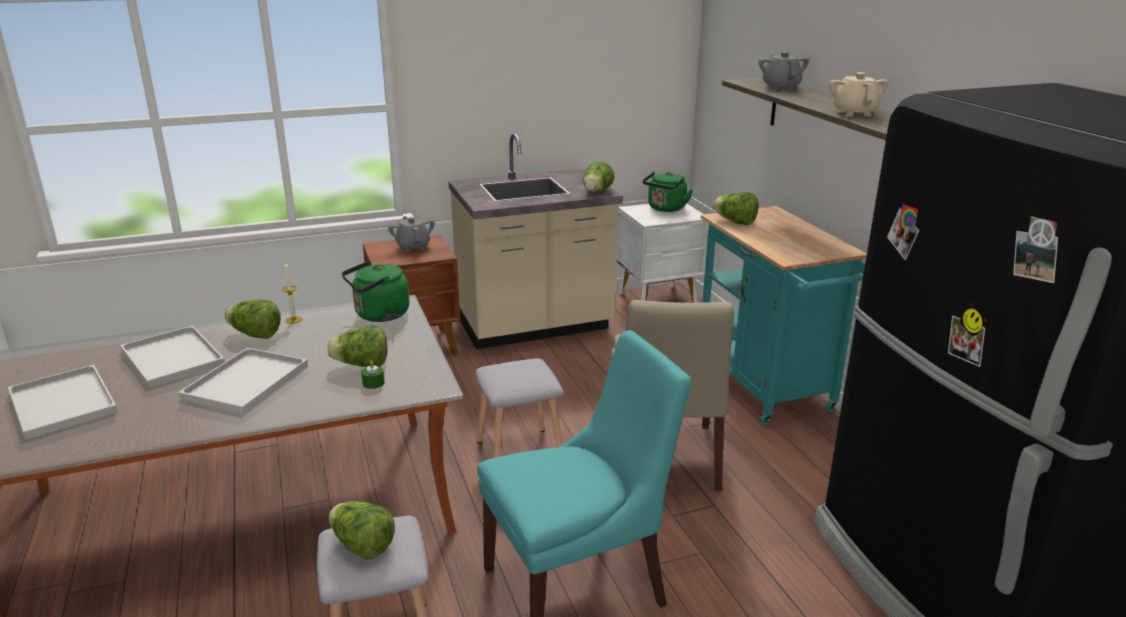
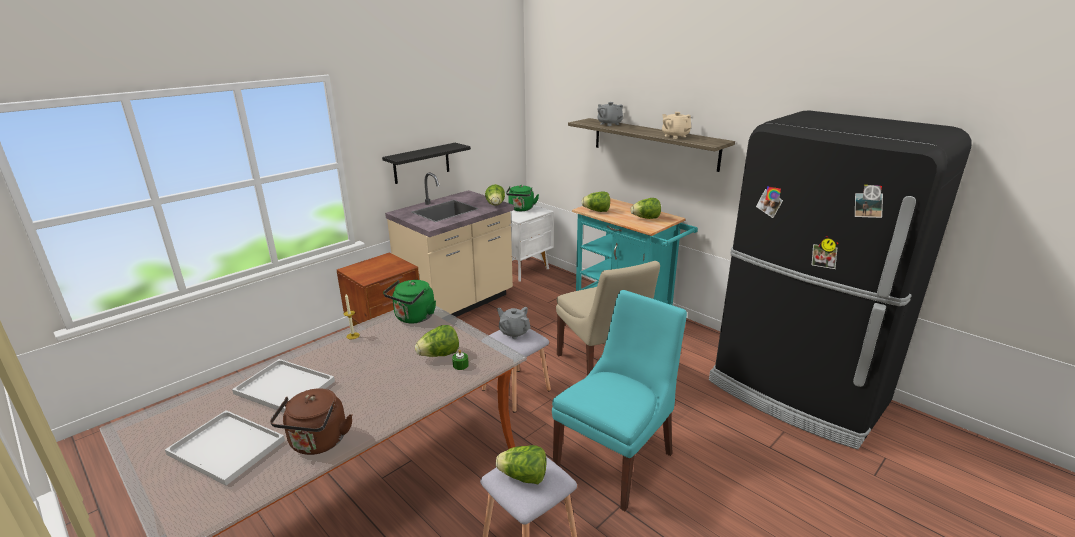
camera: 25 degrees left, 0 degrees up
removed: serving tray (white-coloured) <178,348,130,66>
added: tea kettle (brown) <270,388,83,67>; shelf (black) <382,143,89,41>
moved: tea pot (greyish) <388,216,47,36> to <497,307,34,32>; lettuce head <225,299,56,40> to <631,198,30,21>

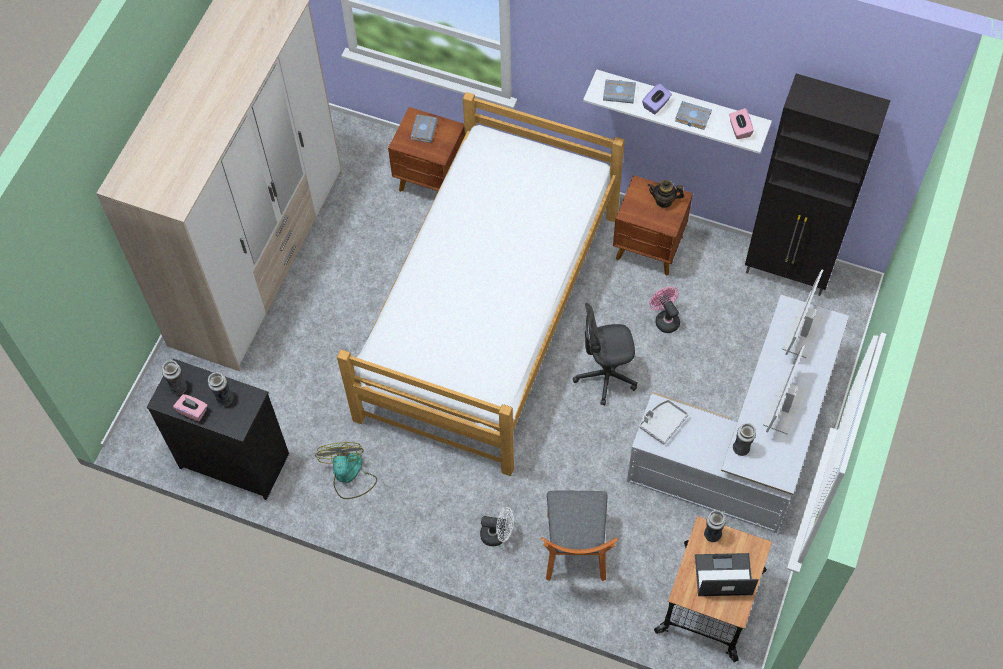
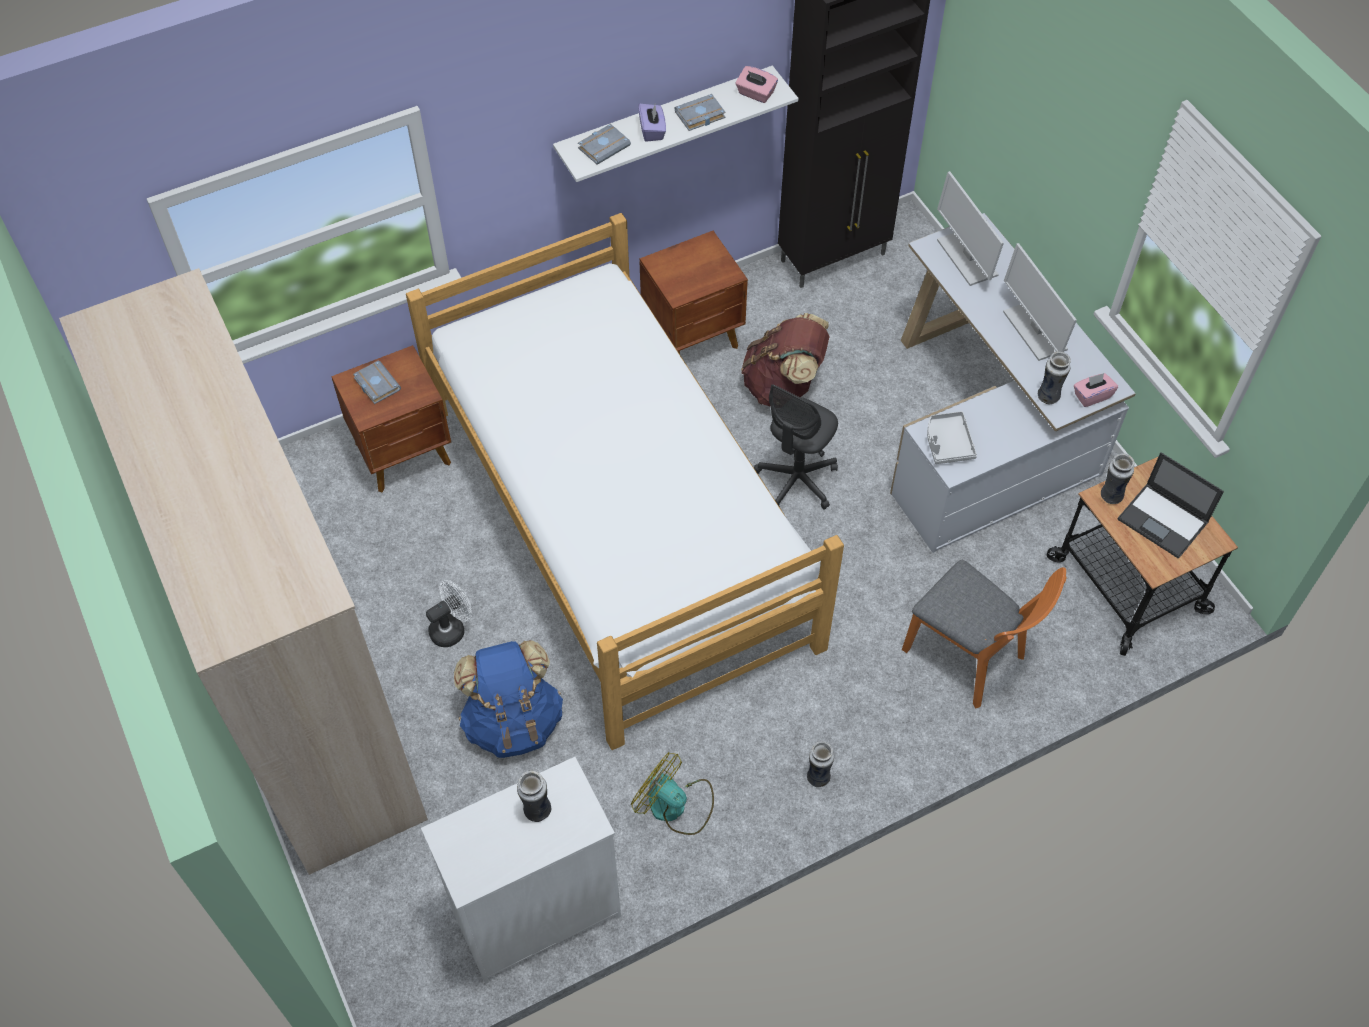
camera: 50 degrees left, 5 degrees down
removed: tea pot <648,180,36,28>
added: rucksack (blue-coloured) <454,640,109,118>
moved: fan (white-coloured) <480,507,34,39> to <426,580,46,67>; flower vase <162,360,25,35> to <807,741,27,46>; tissue holder (pink-coloured) <173,394,35,27> to <1074,373,44,34>
replaced: fan (pink-coloured) <649,287,31,46> to rucksack (brown) <741,313,89,94>
recoloured: drawer chest (black) <147,359,142,141> to drawer chest (white-coloured) <421,757,200,227>
turned: portable computer <695,553,64,43> = <1118,452,106,107> 90 degrees counterclockwise

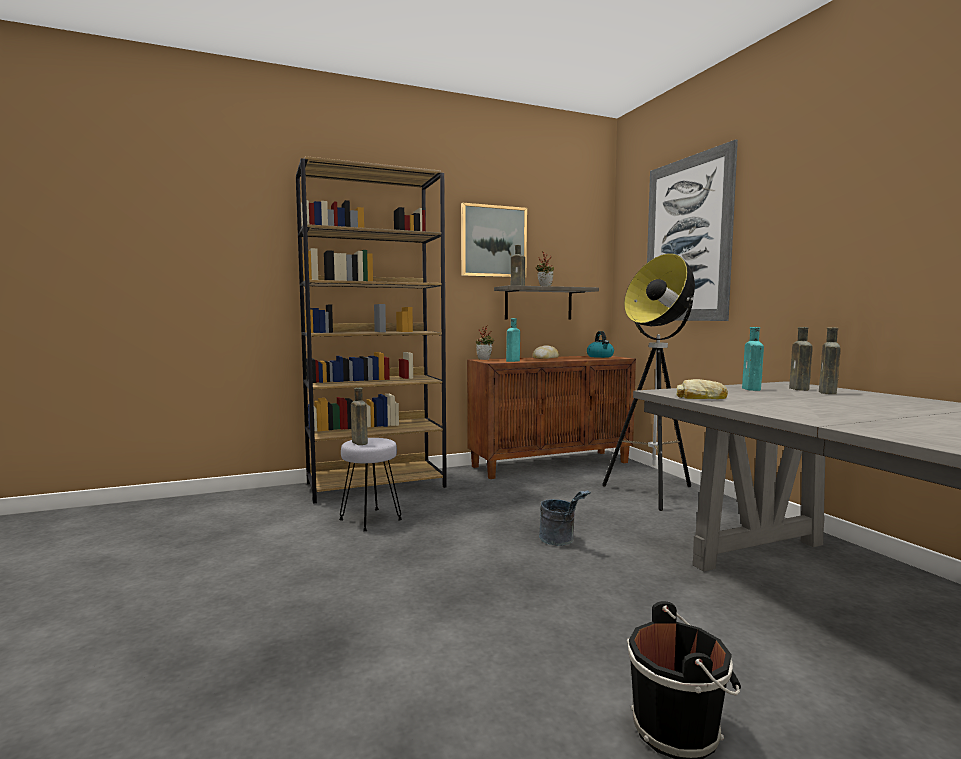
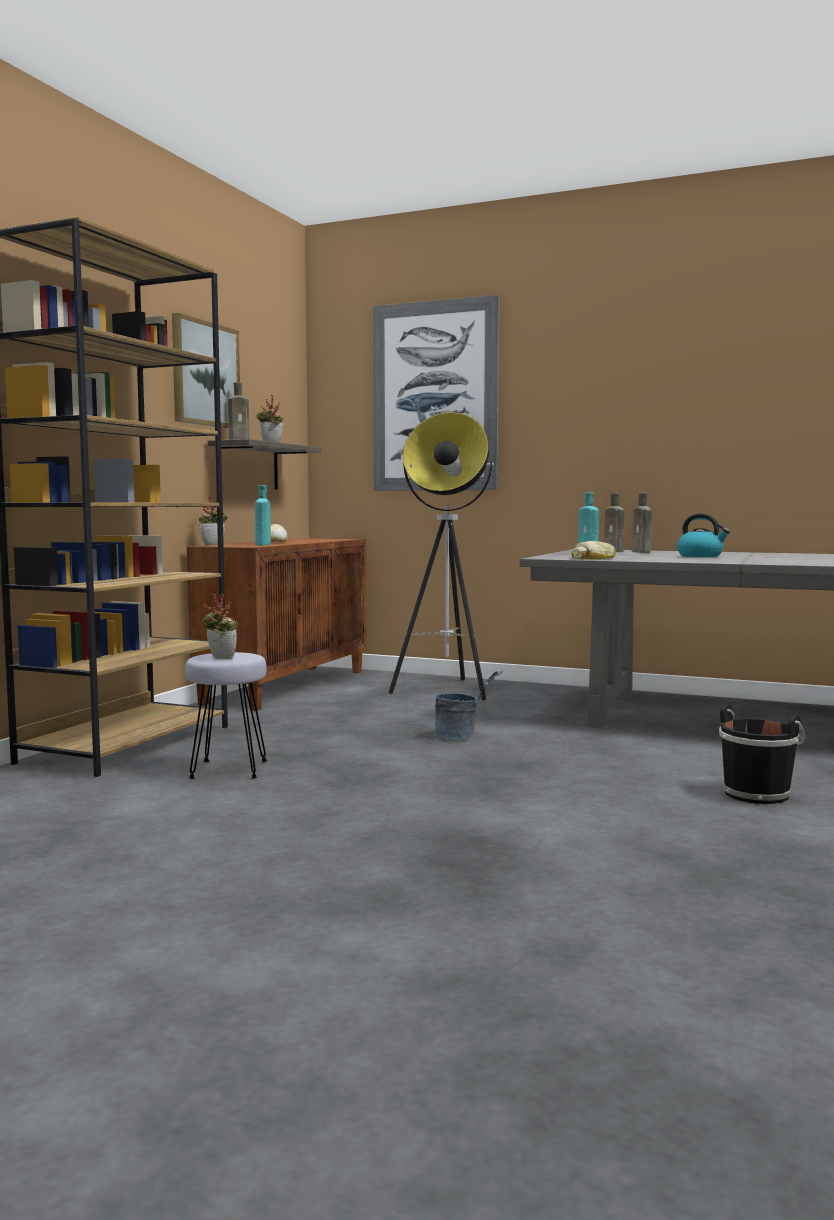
camera: 45 degrees left, 0 degrees up
moved: tea kettle <587,331,27,27> to <677,513,53,44>
replaced: drink bottle (brown) <351,388,17,57> to plant in a pot <202,593,36,66>

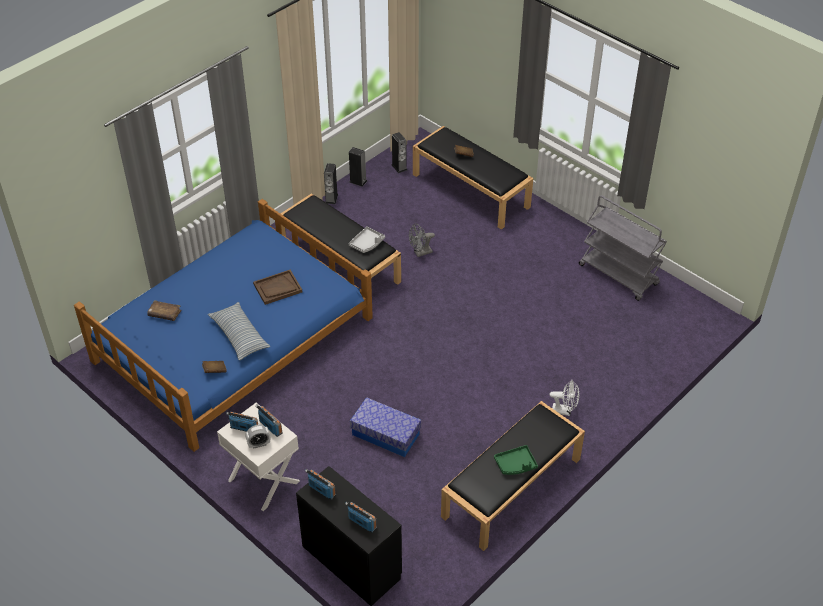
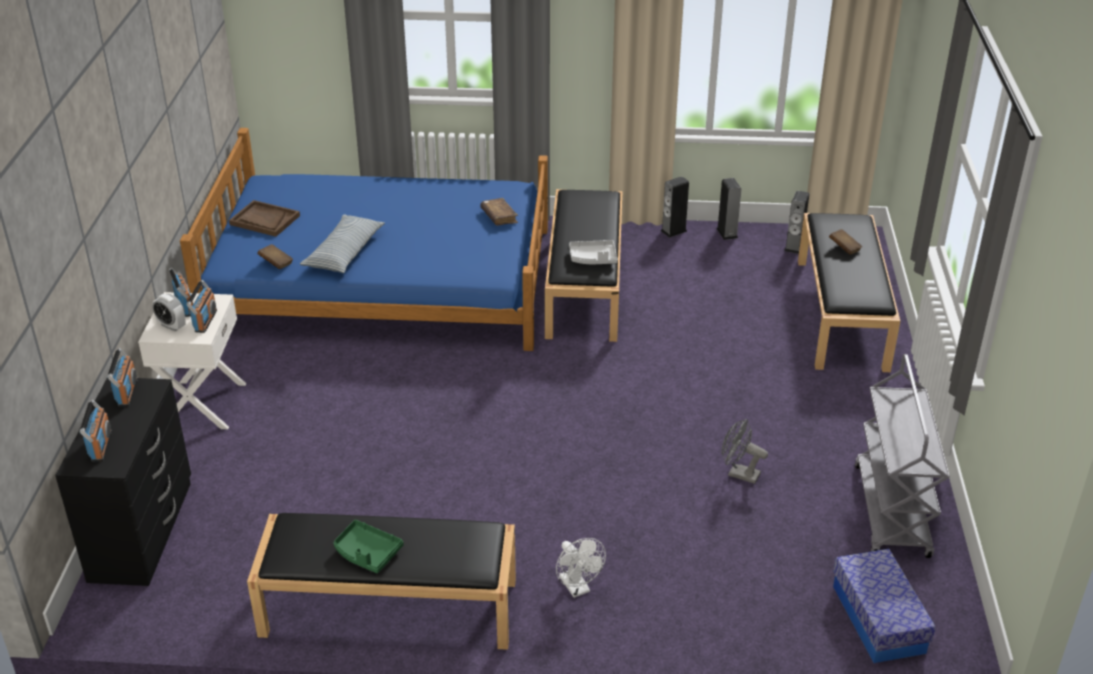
camera: 50 degrees right, 10 degrees down
moved: serving tray (brown) <253,270,49,35> to <229,200,71,37>; book (brown) <147,300,34,21> to <480,198,38,28>; fan (greyish) <409,223,26,34> to <721,419,47,65>; storage container <350,397,71,60> to <833,549,103,114>

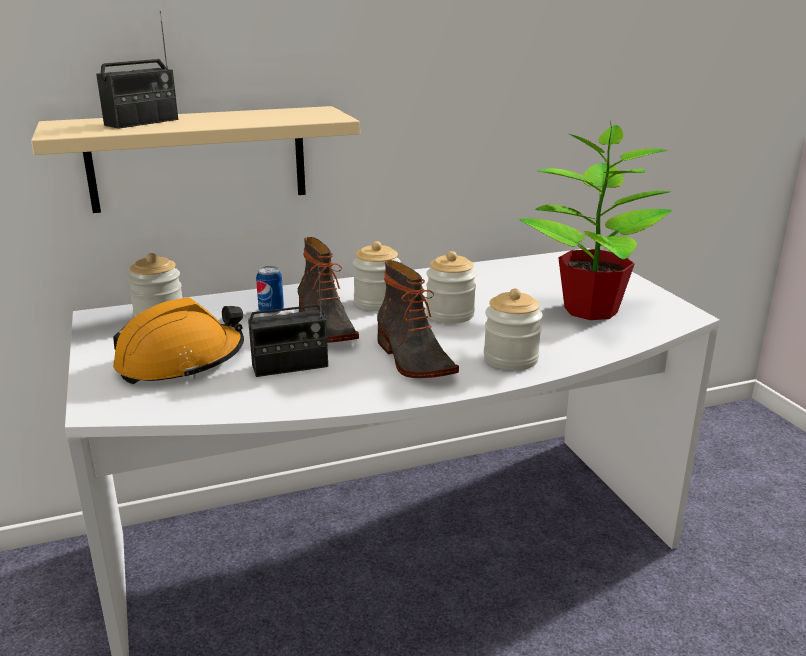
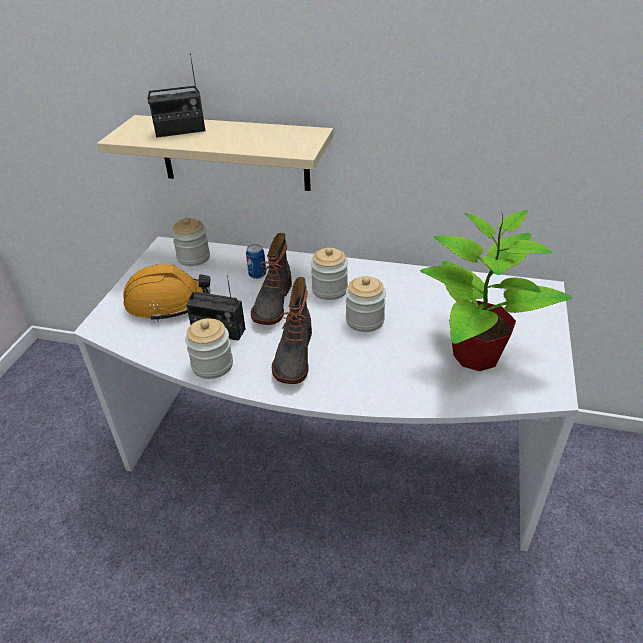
camera: 35 degrees right, 15 degrees up
moved: storage jar <484,288,59,83> to <185,318,48,61>

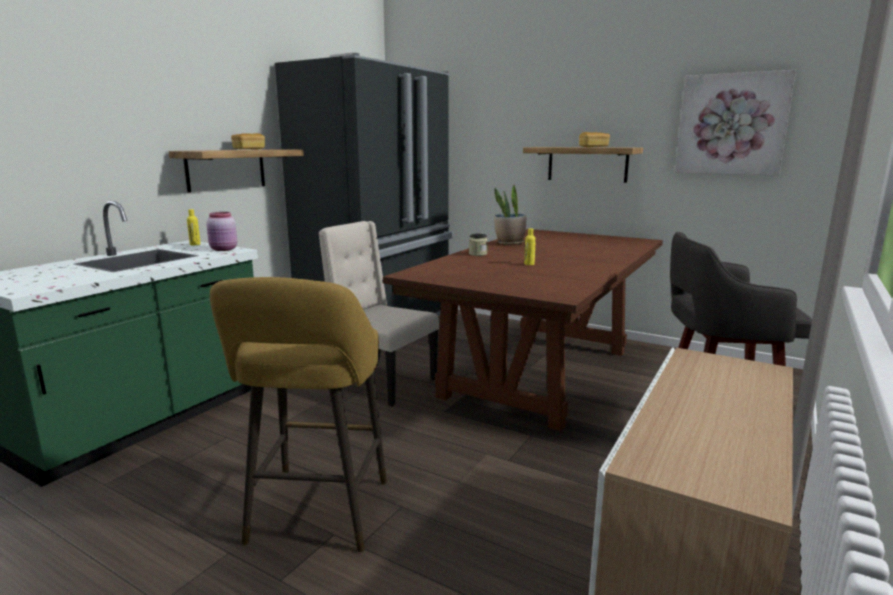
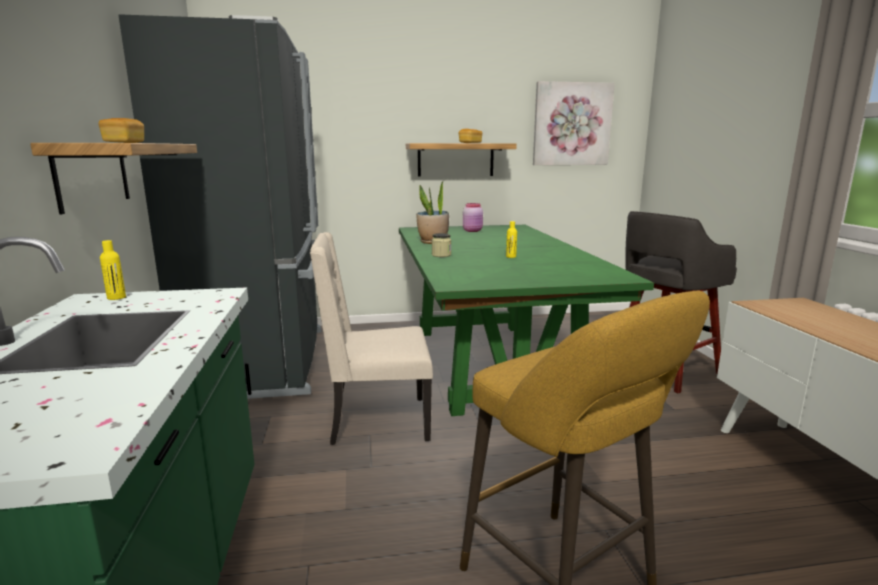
camera: 40 degrees left, 0 degrees up
moved: storage jar (pink-coloured) <206,212,32,39> to <463,203,20,29>
recoloured: kitchen table (brown) <383,229,280,202> to kitchen table (green) <399,225,255,191>

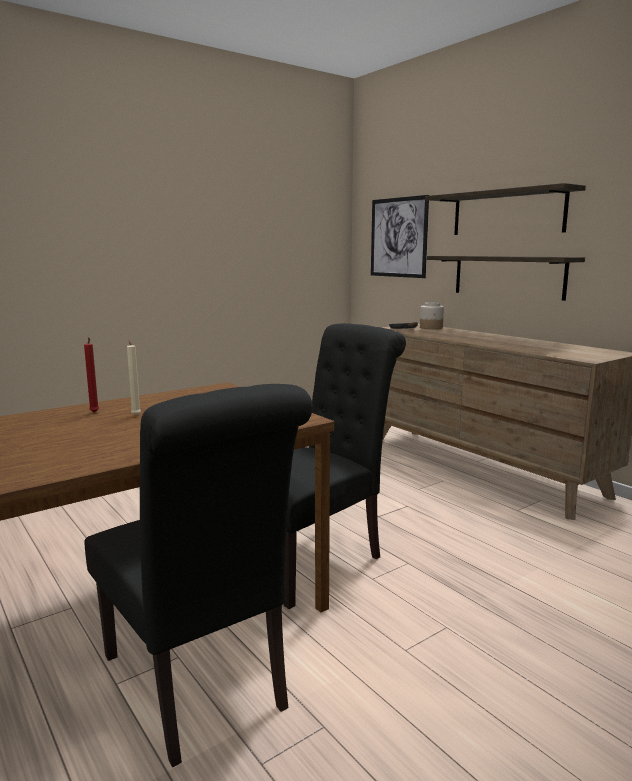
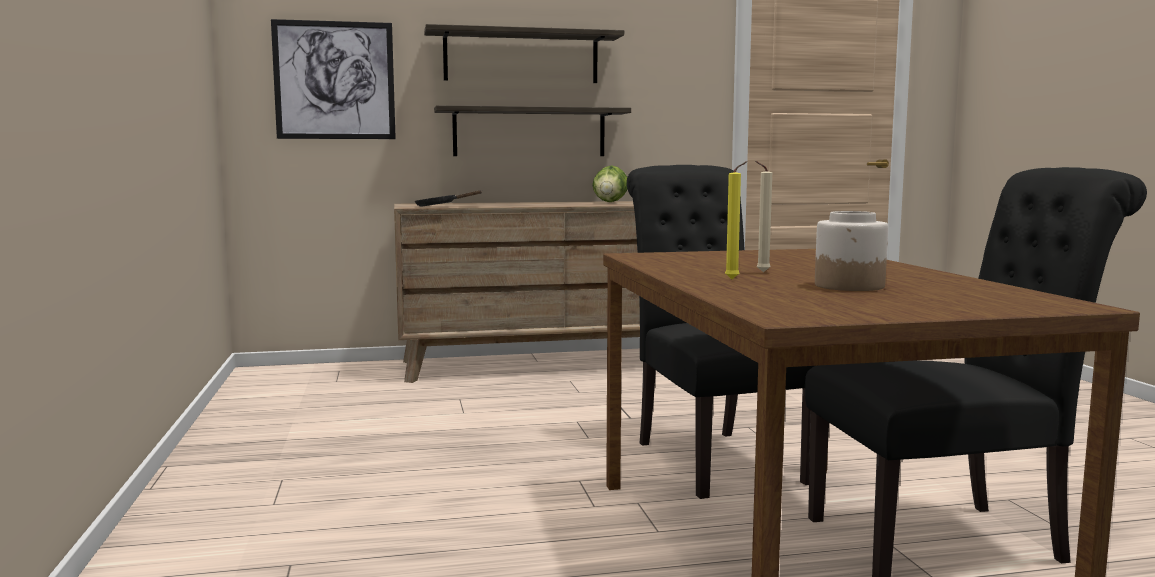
camera: 65 degrees left, 5 degrees down
added: lettuce head <592,165,36,37>
moved: storage jar <420,302,24,27> to <815,211,73,80>
recoloured: wax light (red-coloured) <84,337,15,76> to wax light (yellow) <725,161,23,118>

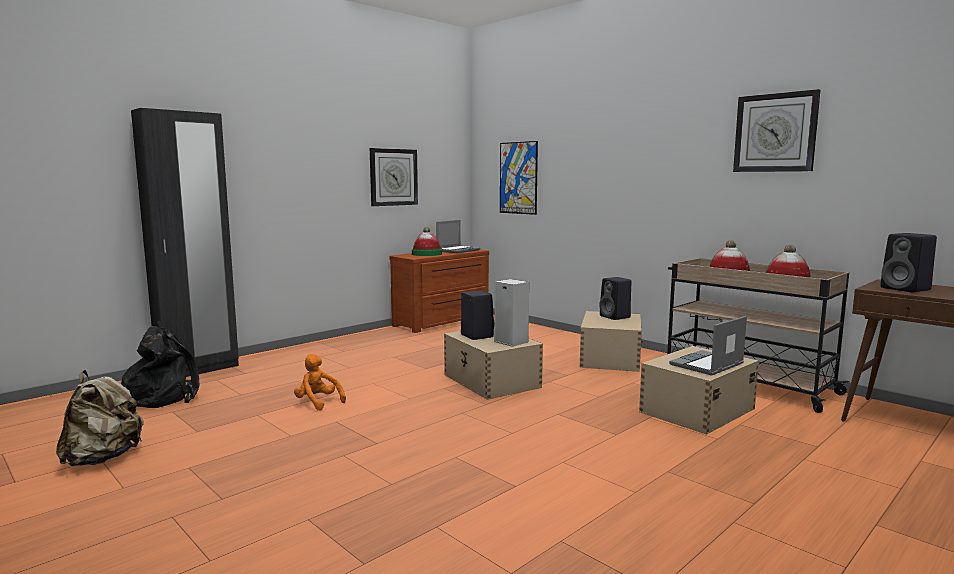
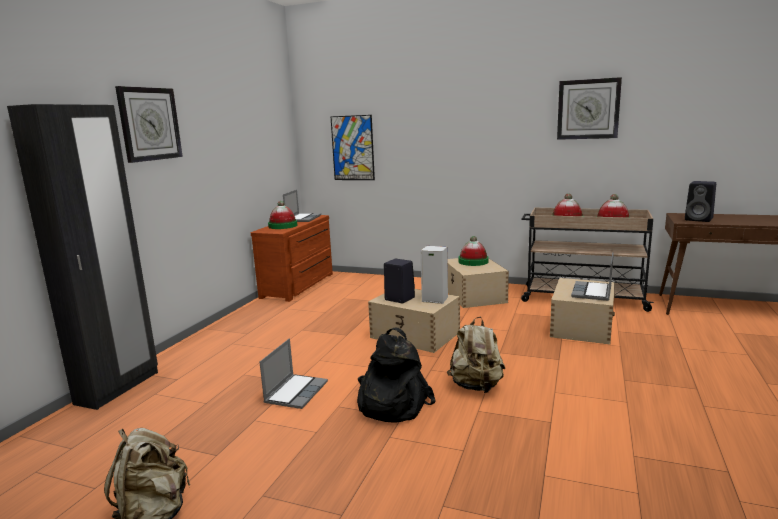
camera: 25 degrees left, 5 degrees up
added: rucksack (beige-coloured) <447,317,58,76>
moved: clock on the wall <370,148,48,58> to <115,86,68,77>; rucksack (black) <121,321,78,87> to <357,328,79,95>
replaced: soft toy (orange-coloured) <294,354,52,57> to portable computer <260,338,68,71>; loudspeaker (black) <599,277,33,43> to hat <459,236,30,30>

